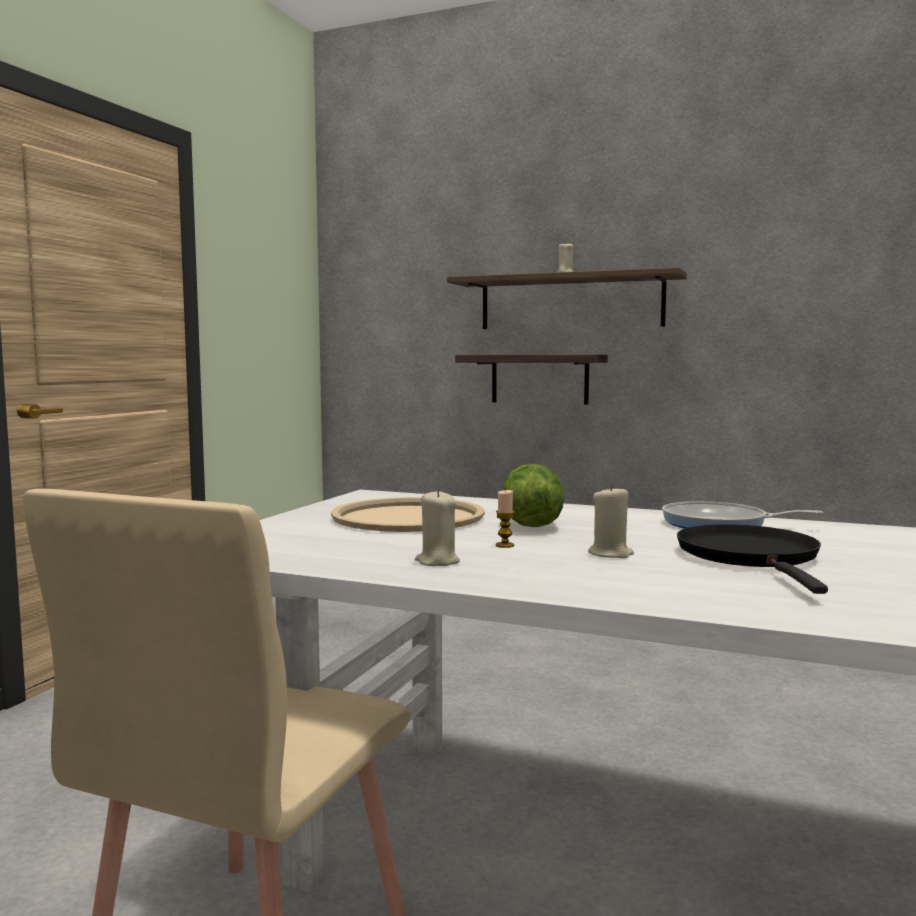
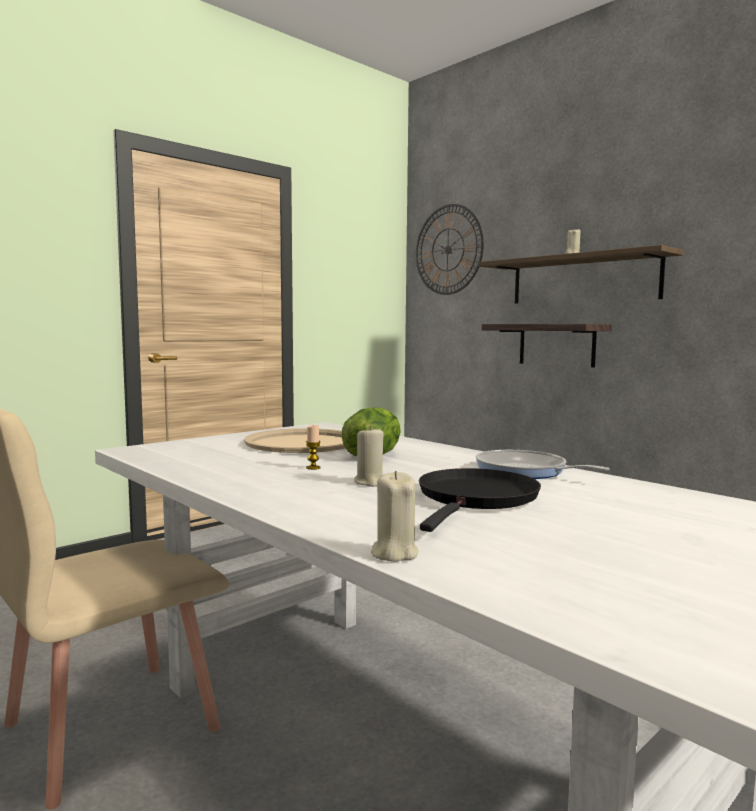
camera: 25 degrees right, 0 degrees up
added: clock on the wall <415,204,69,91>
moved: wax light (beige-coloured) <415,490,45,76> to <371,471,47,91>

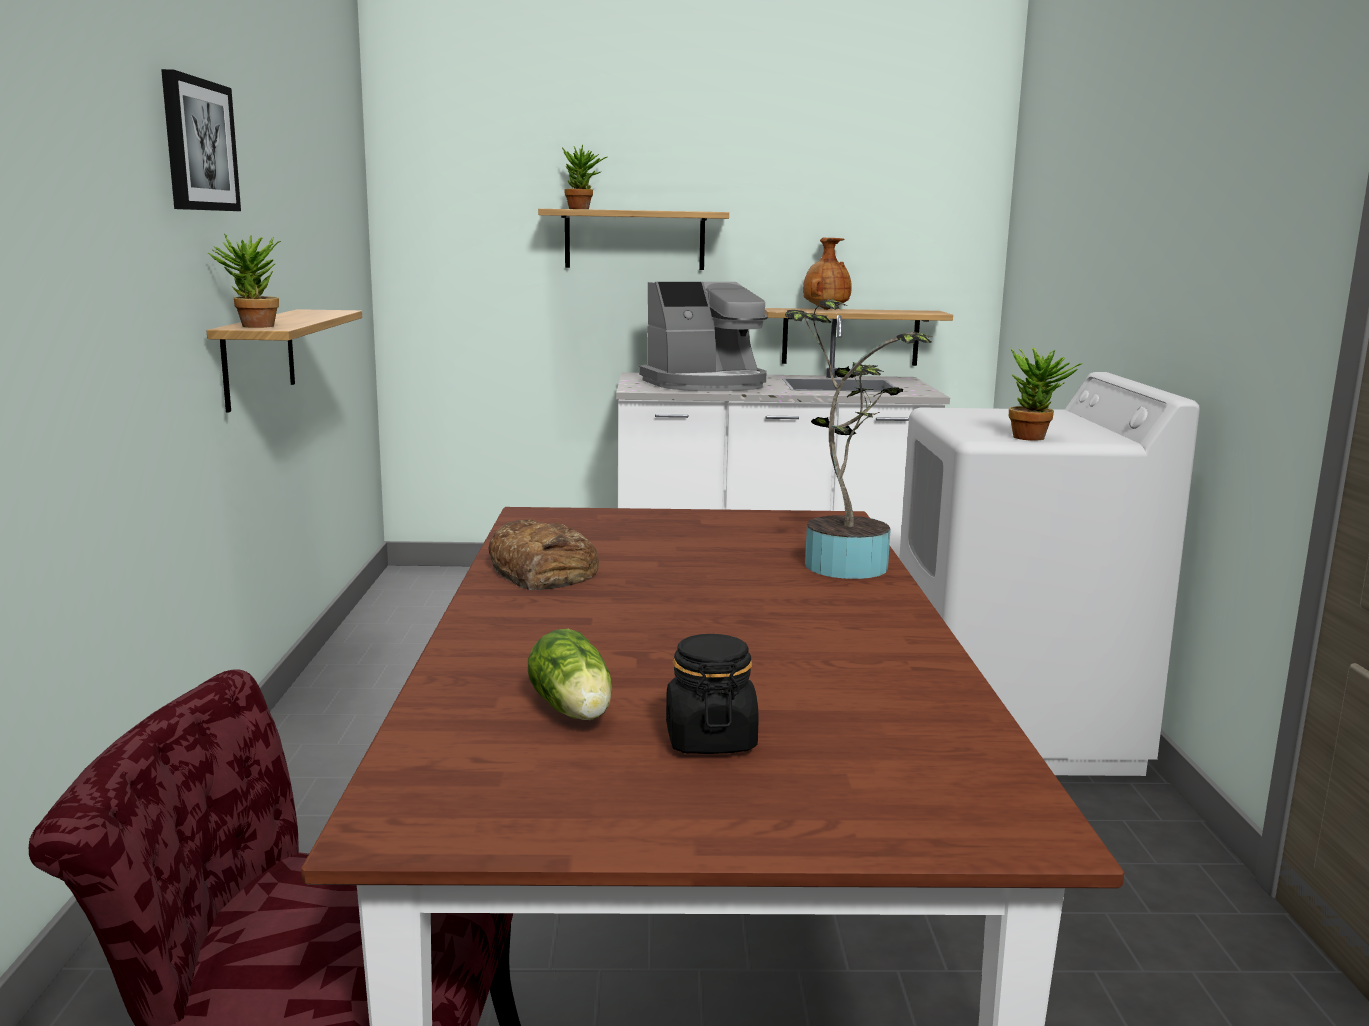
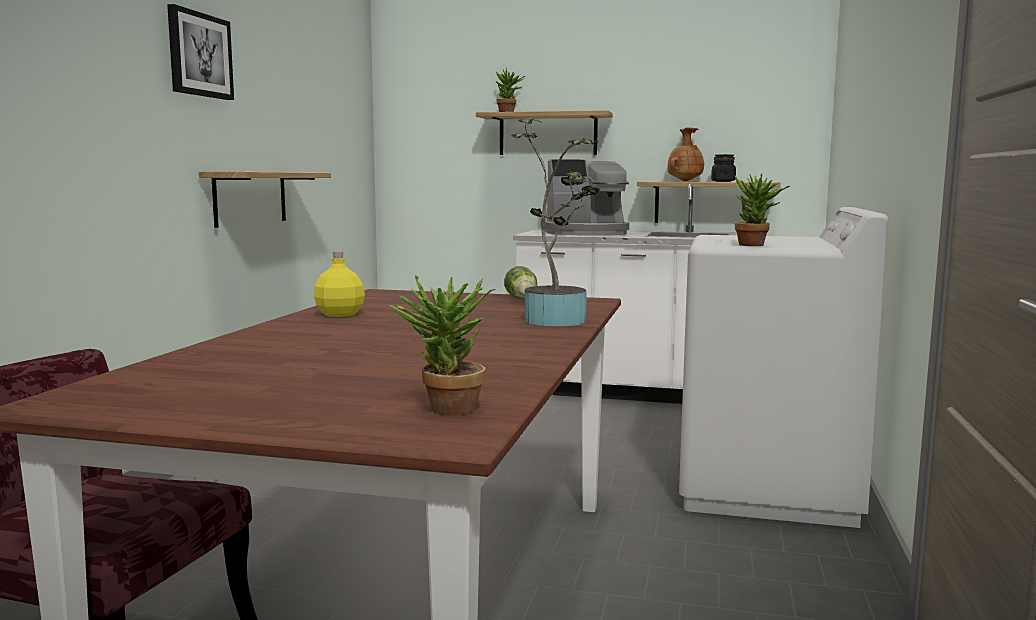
camera: 15 degrees right, 5 degrees down
moved: plant in a pot <208,234,73,94> to <390,275,105,141>; lettuce head <528,629,84,91> to <504,266,33,33>; storage jar (black) <666,634,92,120> to <711,154,25,28>
replaced: bakery bread <489,519,110,71> to drink bottle (yellow) <314,251,51,66>

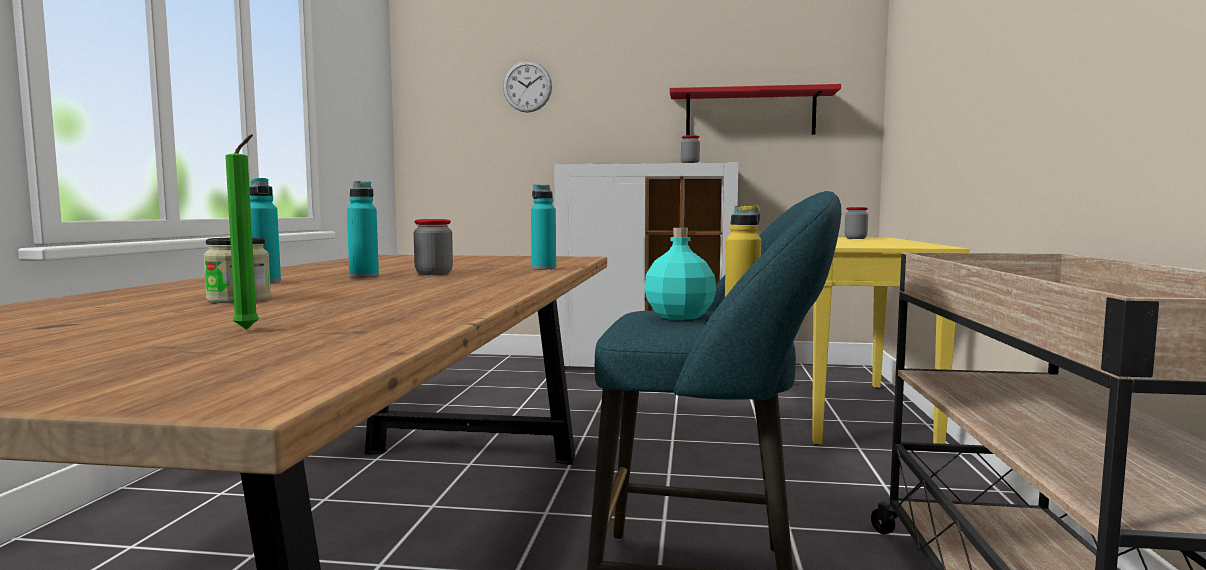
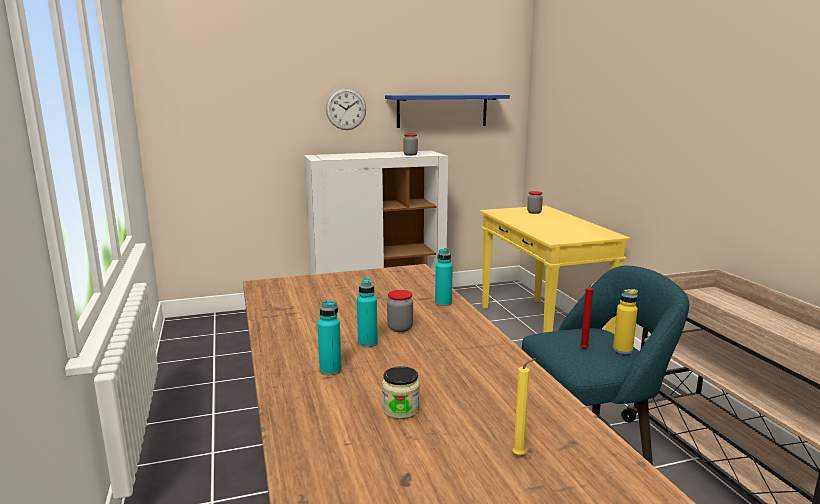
camera: 25 degrees left, 10 degrees up
moved: clock on the wall <503,61,49,52> to <326,88,40,42>
replaced: drink bottle (blue-green) <644,228,72,92> to wax light (red-coloured) <580,281,15,68>
recoloured: shelf (red-coloured) <670,84,171,51> to shelf (blue-coloured) <385,94,125,34>; wax light (green) <225,134,34,196> to wax light (yellow) <513,358,23,98>

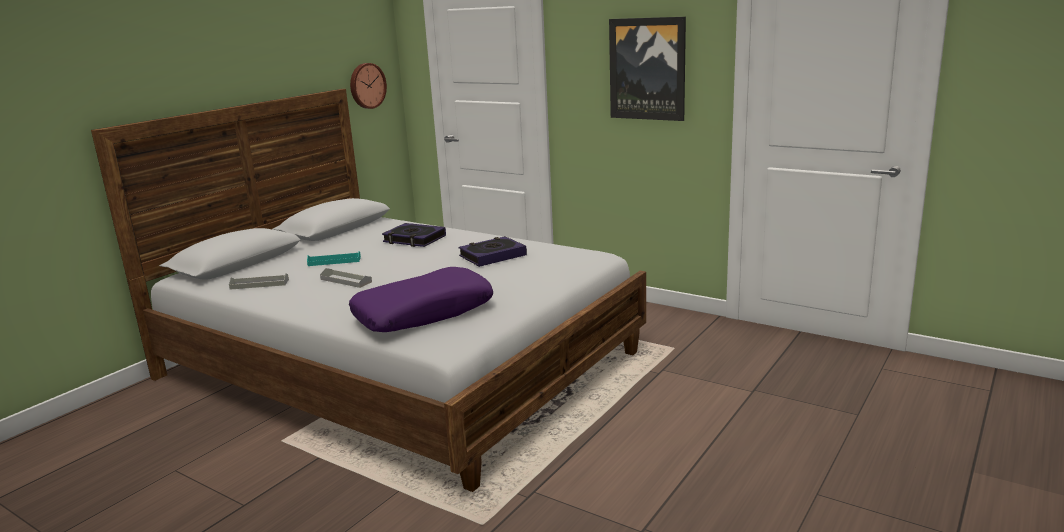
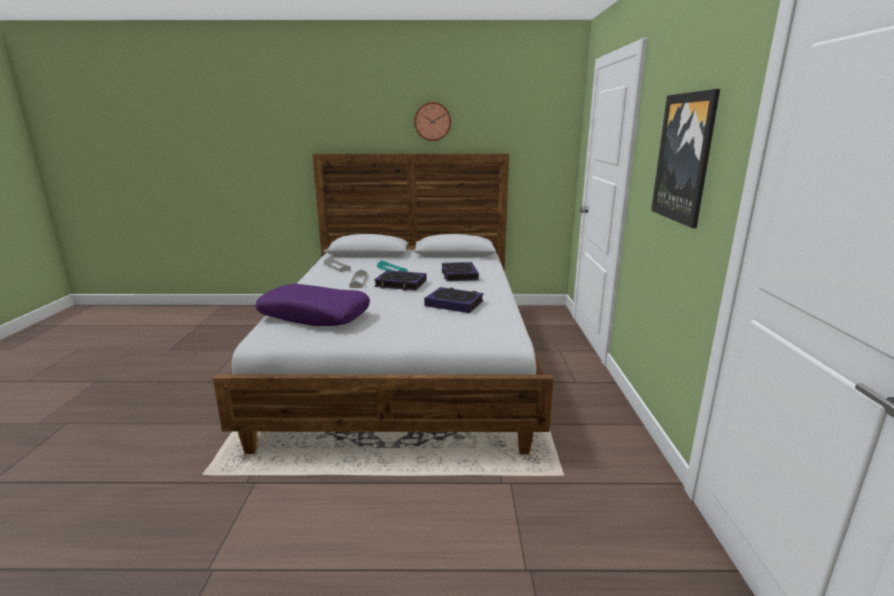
camera: 55 degrees right, 0 degrees up
added: book <374,270,53,21>
moved: clock on the wall <350,63,37,46> to <414,102,37,39>

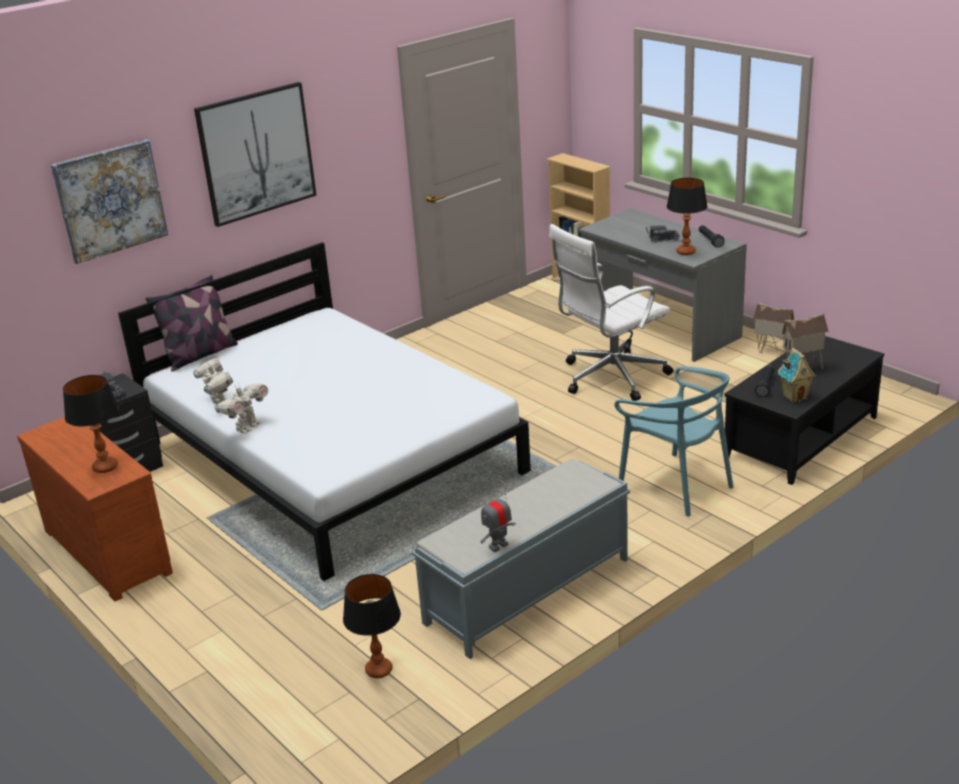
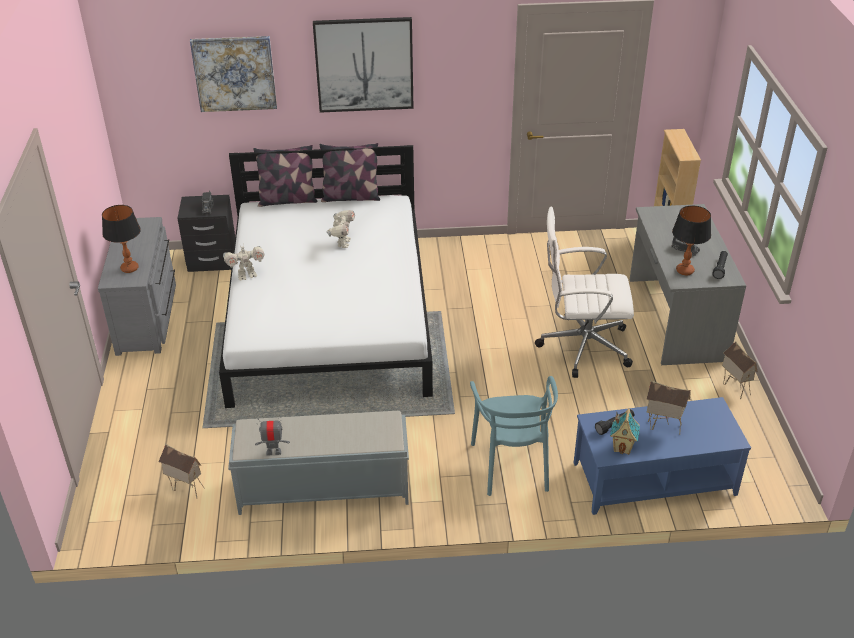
camera: 35 degrees right, 10 degrees up
added: throw pillow <319,143,61,59>
moved: toy robot <193,358,40,47> to <326,210,29,38>
replaced: table lamp <343,574,58,104> to toy house <158,444,47,55>
recoloured: drawer chest (brown) <17,417,156,184> to drawer chest (greyish) <98,217,78,139>; lounge table (black) <724,336,160,149> to lounge table (blue-coloured) <574,397,177,118>

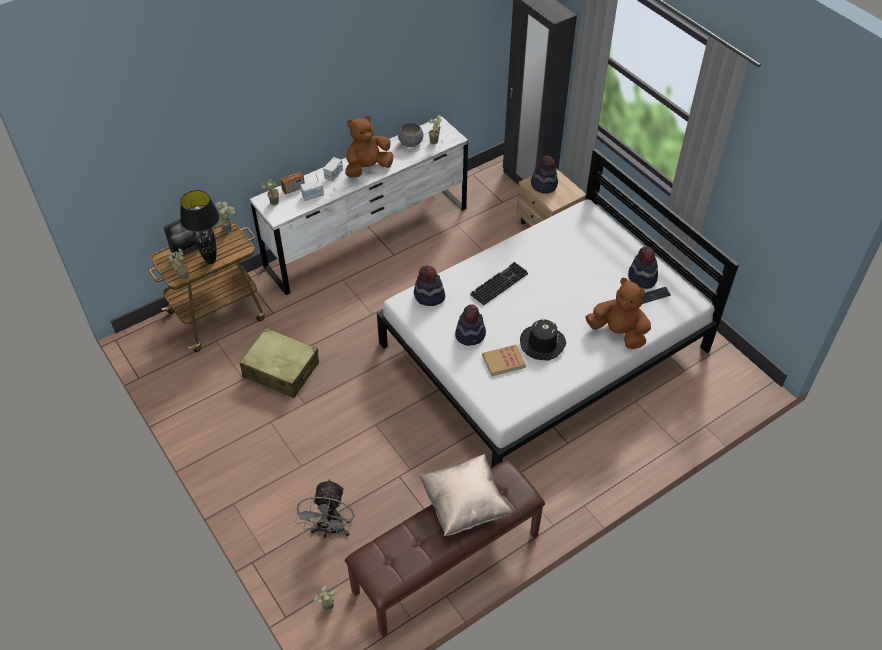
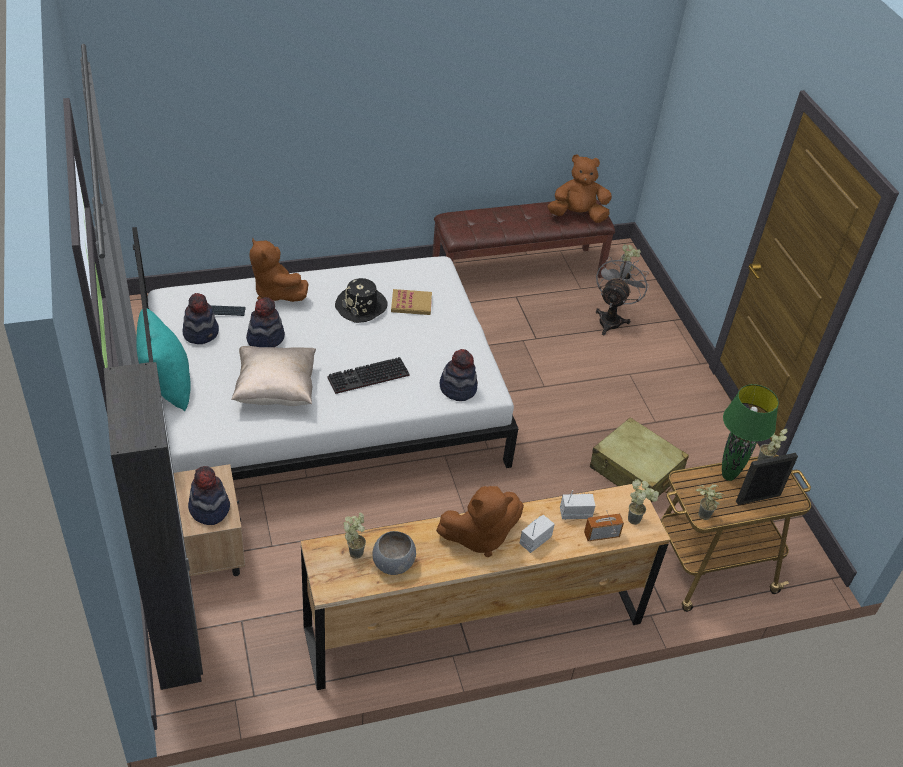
camera: 165 degrees left, 5 degrees down
added: throw pillow (blue-green) <136,308,54,103>; soft toy (brown) <548,154,64,69>
moved: throw pillow (beige-coloured) <419,454,94,82> to <231,346,85,60>; hat <455,304,31,42> to <246,297,39,50>
recoloured: drawer chest (white-coloured) <250,116,218,179> to drawer chest (brown) <301,483,369,207>; table lamp (black) <180,190,39,74> to table lamp (green) <722,384,57,97>

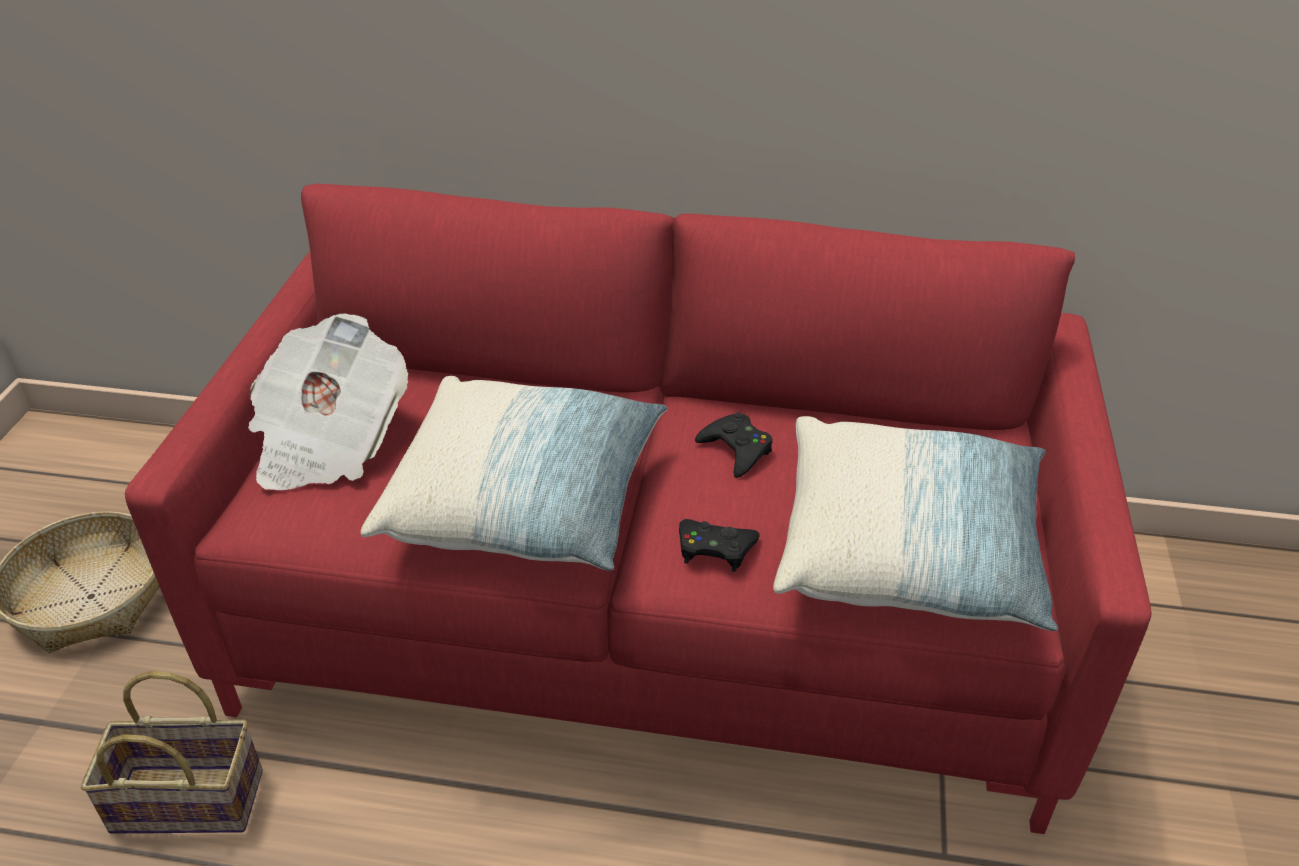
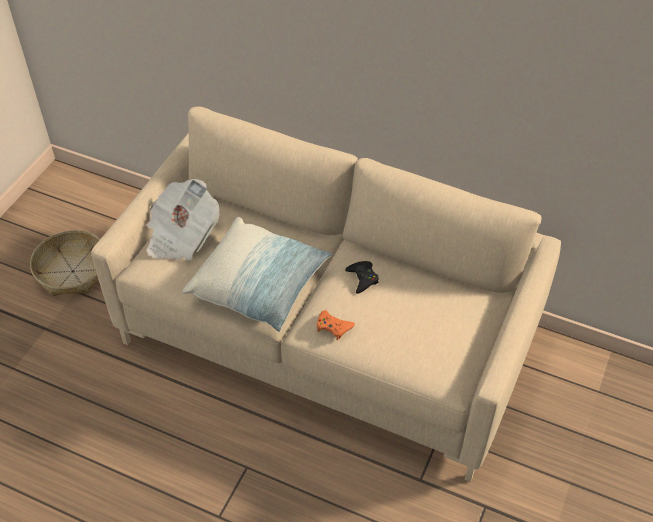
camera: 15 degrees right, 10 degrees up
removed: basket <81,671,182,163>; throw pillow <773,416,285,215>
recoloured: couch (red-coloured) <125,184,1026,650> to couch (beige-coloured) <91,107,470,375>; game controller (black) <679,519,81,53> to game controller (orange-coloured) <317,310,38,30>

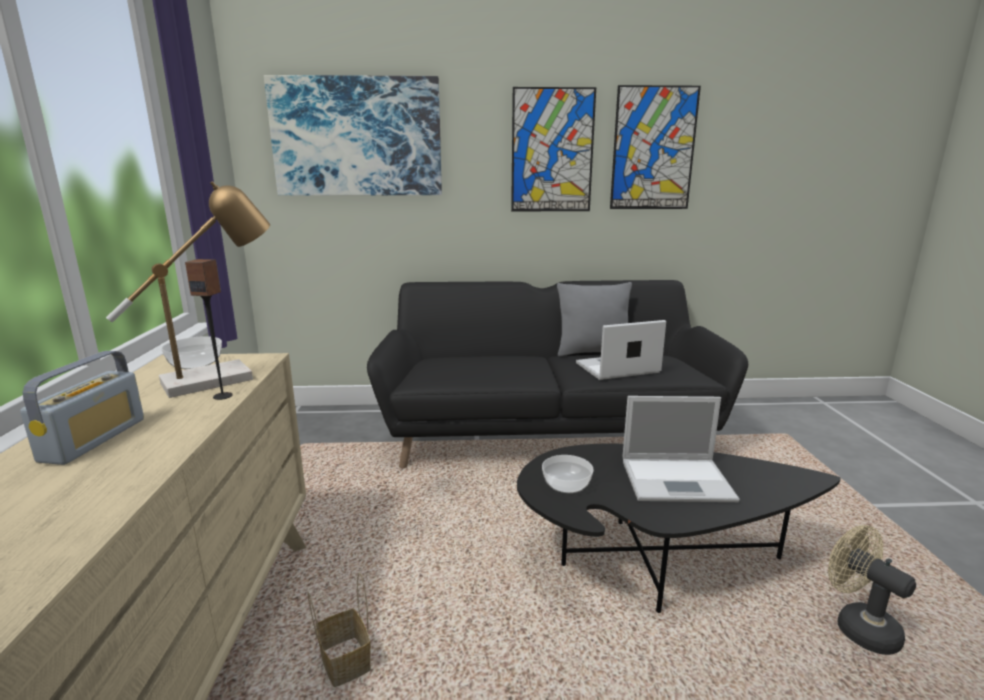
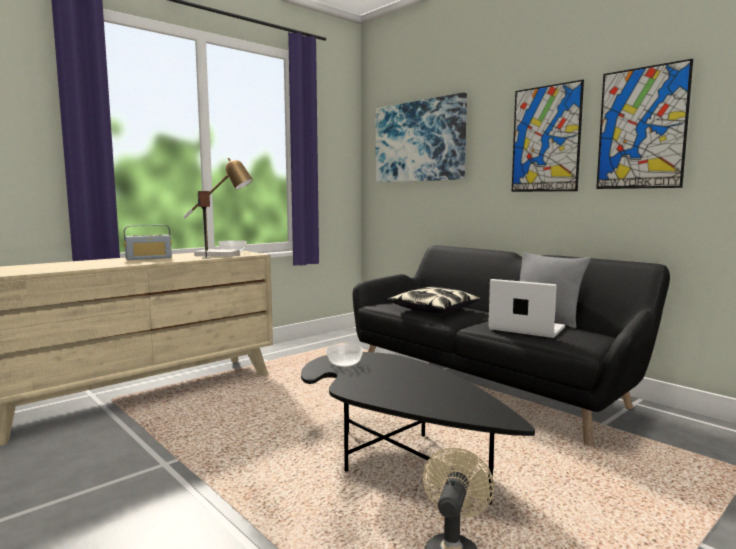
camera: 50 degrees right, 10 degrees down
removed: basket <308,573,63,114>; portable computer <622,396,118,106>
added: throw pillow <387,287,94,26>

